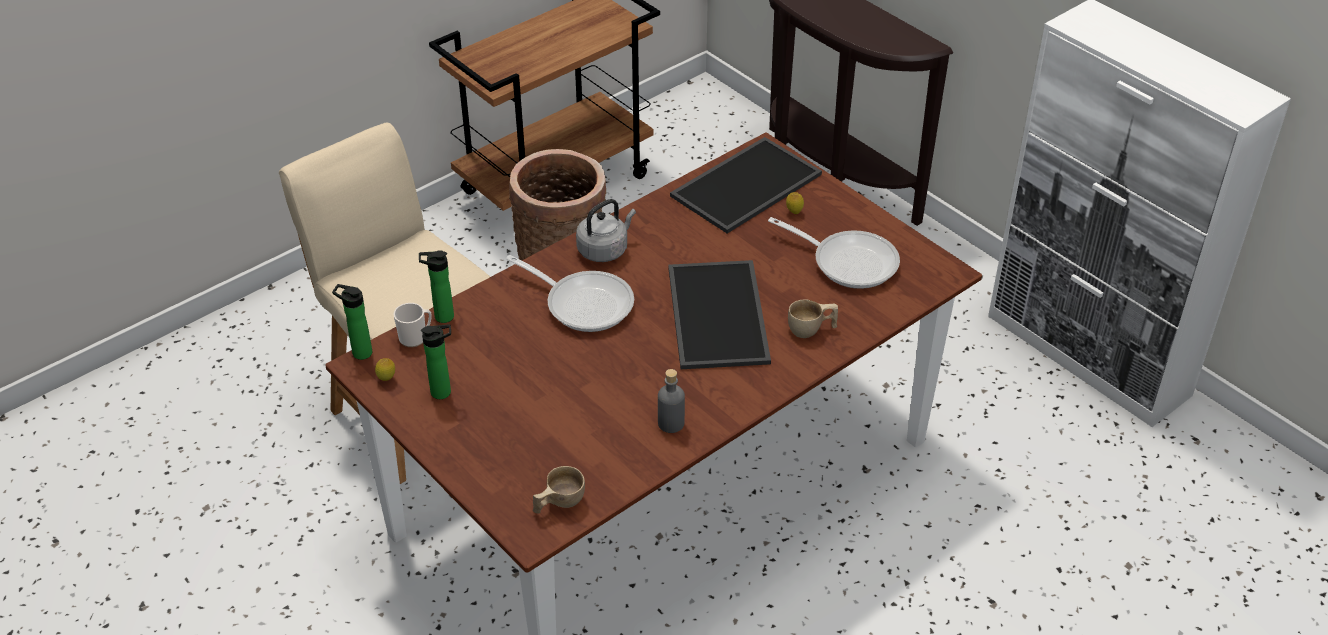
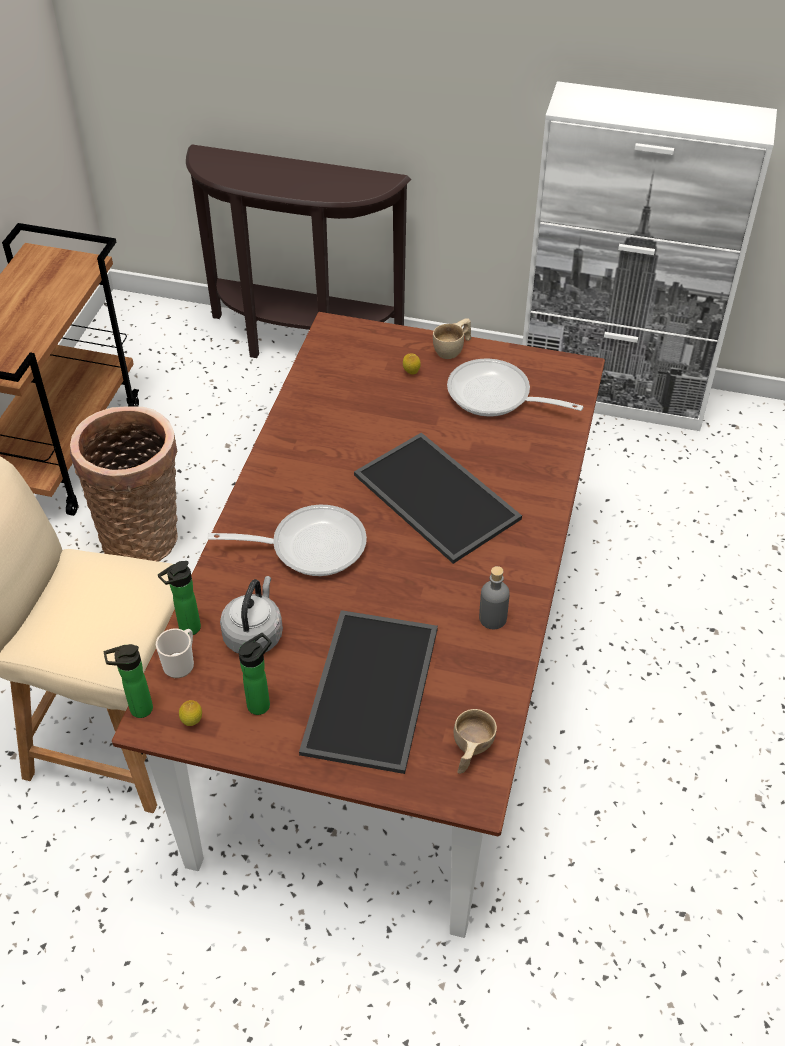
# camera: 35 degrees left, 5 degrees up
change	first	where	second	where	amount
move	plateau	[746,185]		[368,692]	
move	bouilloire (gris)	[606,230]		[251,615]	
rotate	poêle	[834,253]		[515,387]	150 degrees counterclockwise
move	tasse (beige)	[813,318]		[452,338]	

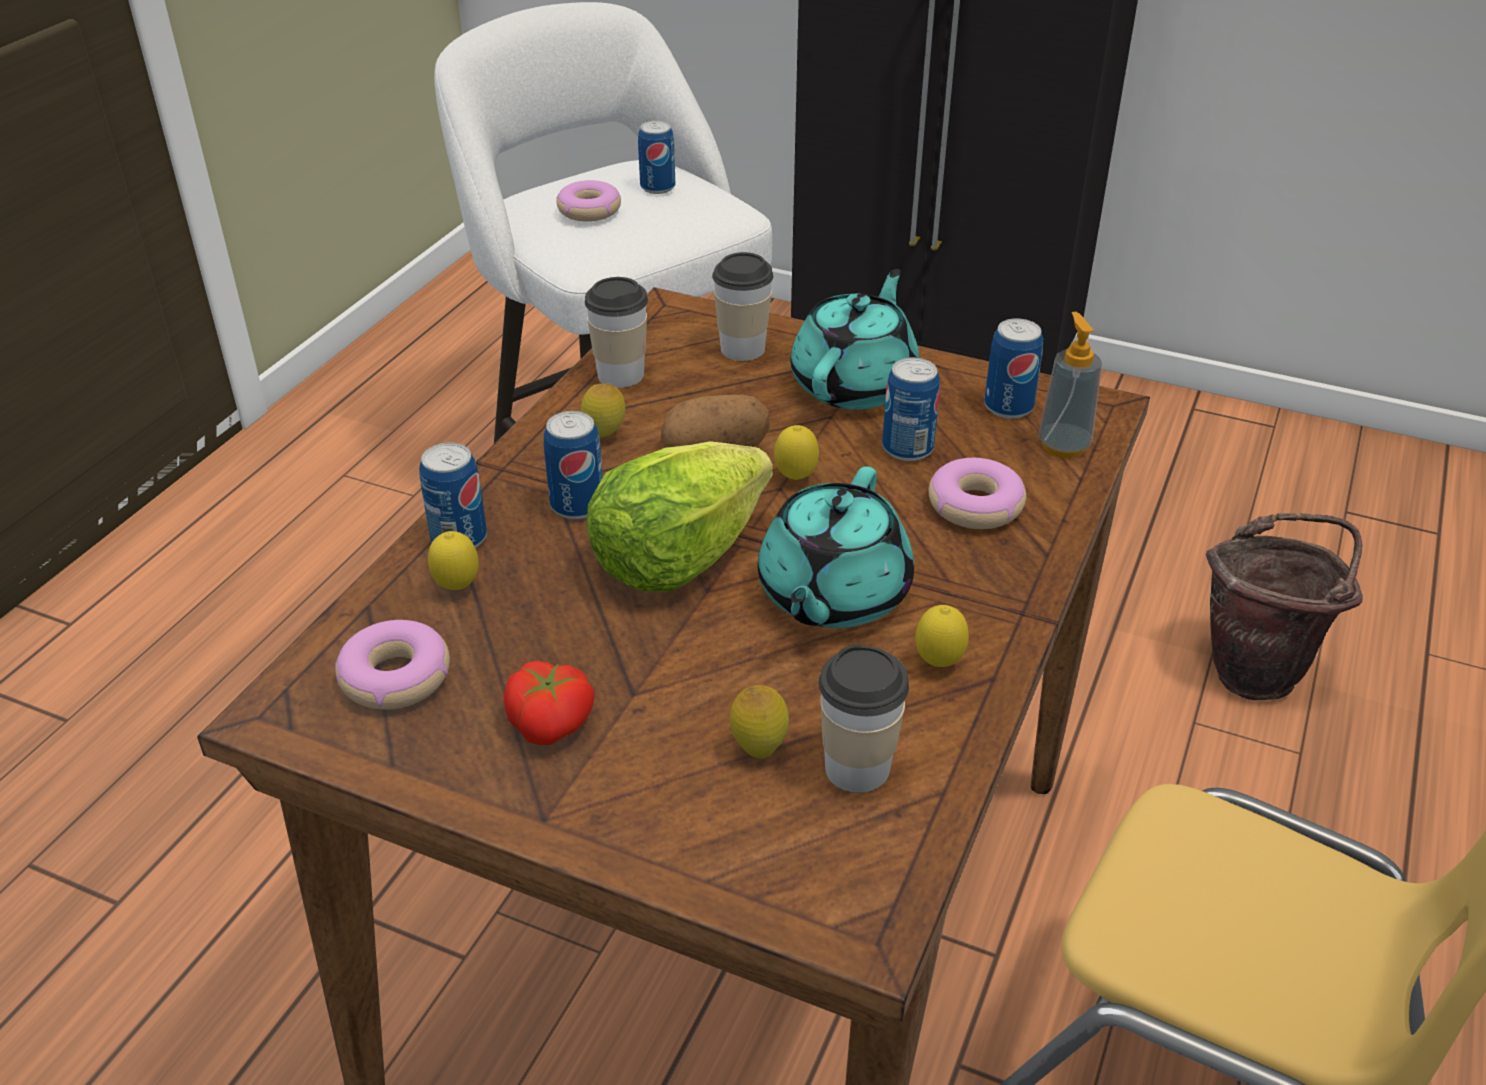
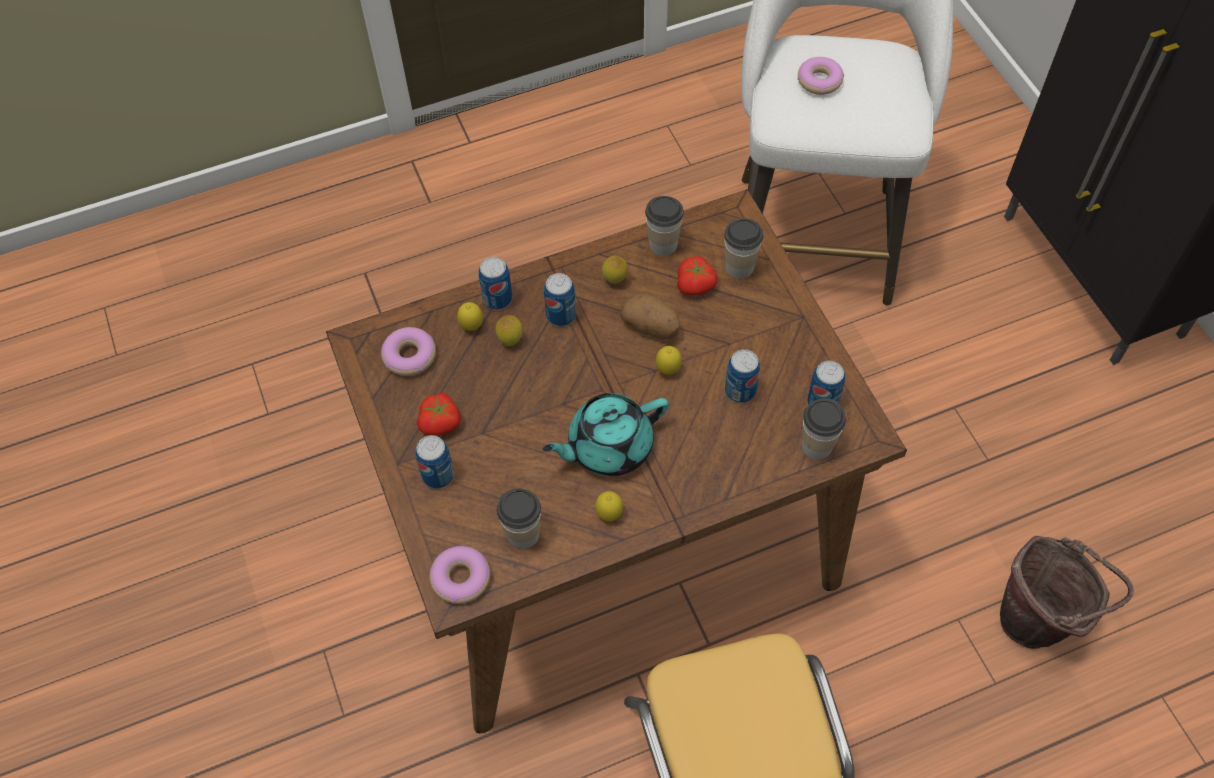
# camera: 45 degrees right, 20 degrees up
change	first	where	second	where	amount
move	boîte métallique	[656,157]		[434,462]	
delete	théière (turquoise)	[855,339]			
replace	distributeur de savon	[1070,385]	tasse	[824,429]	
delete	laitue	[680,516]			
move	beignet	[977,493]		[460,575]	
move	citron	[759,722]		[509,330]	
insert			tomate	[697,275]	

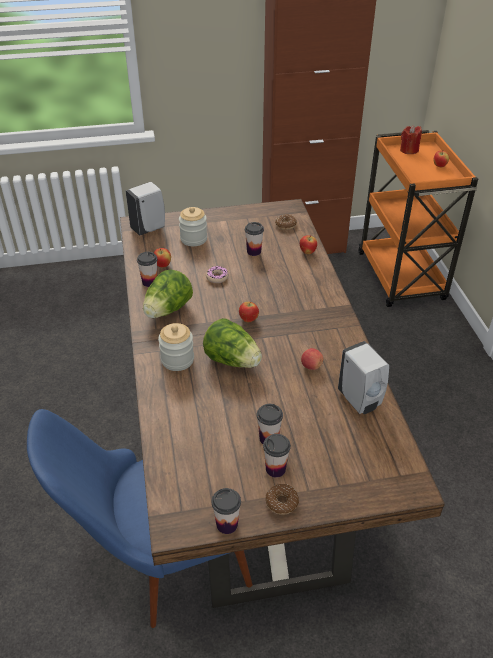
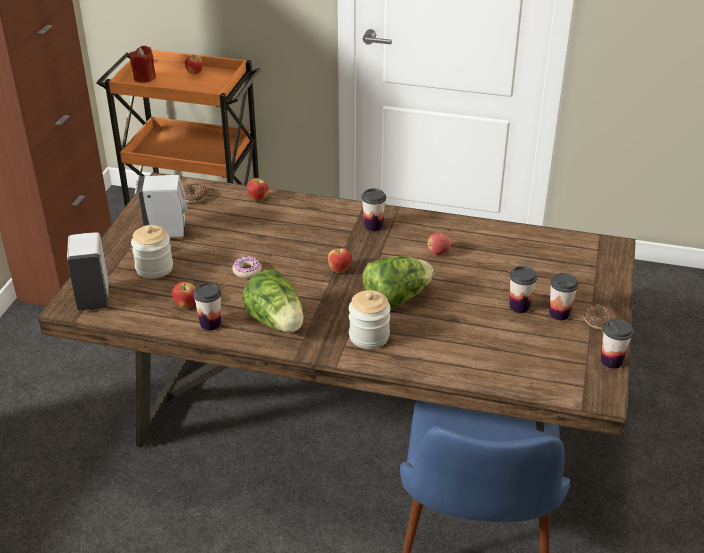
# camera: 65 degrees left, 5 degrees down
change	first	where	second	where	amount
move	tasse	[254,239]		[374,209]	
move	distributeur de savon (blanc)	[363,377]		[162,206]	

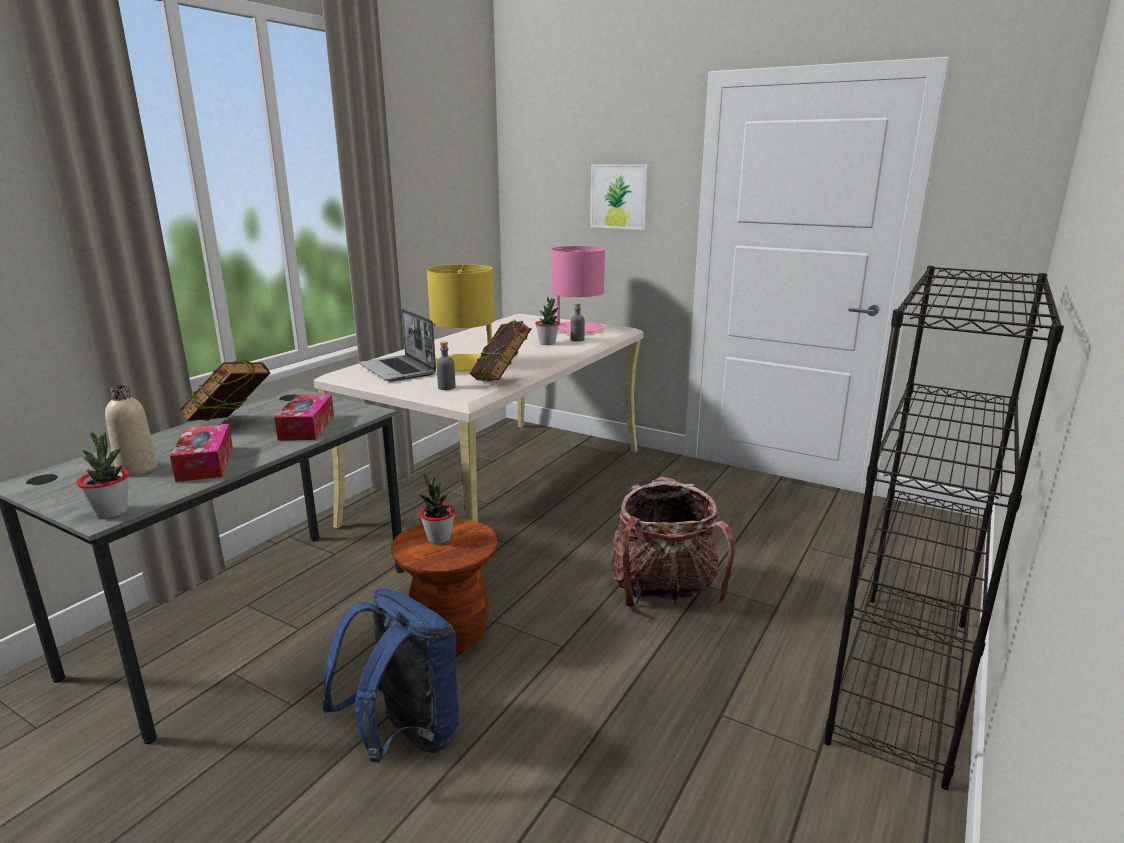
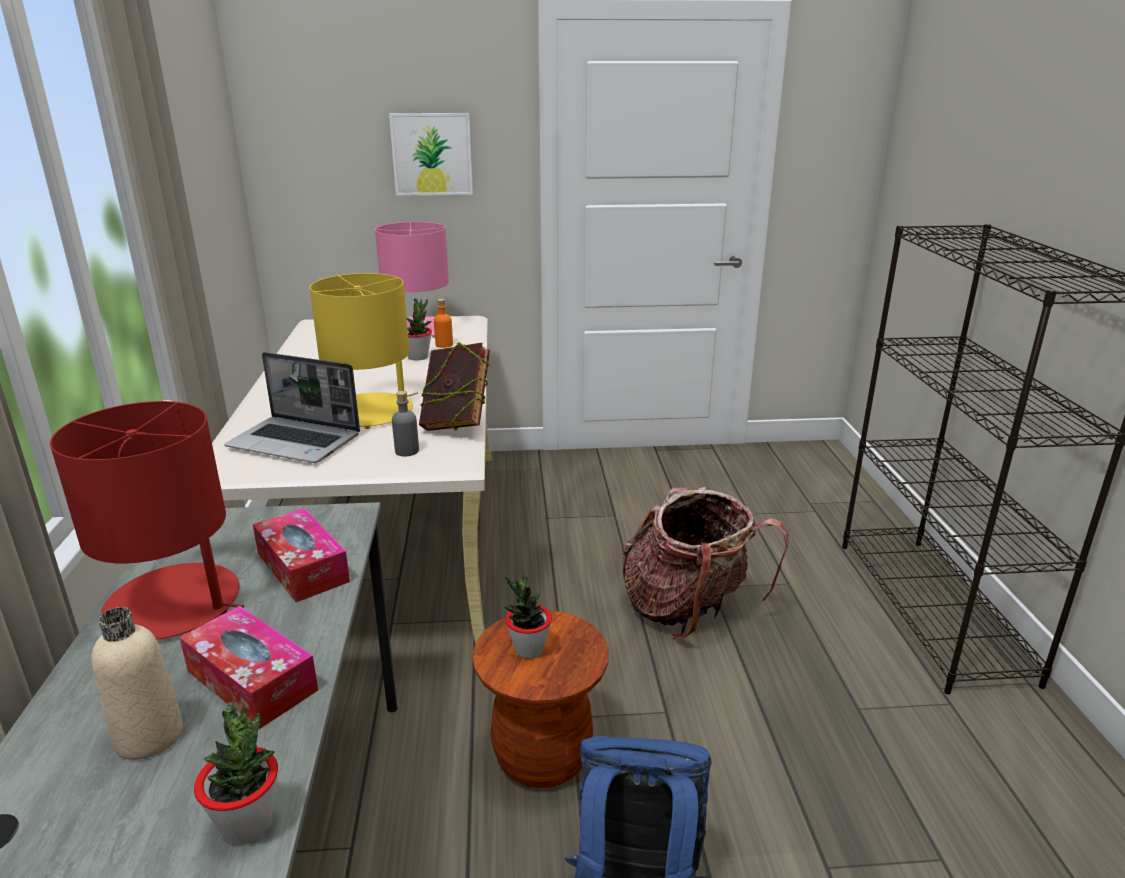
# camera: 35 degrees left, 5 degrees up
change	first	where	second	where	amount
recolor	bouteille (gris)	[578,322]	bouteille (orange)	[443,323]	
replace	livre	[225,390]	lampe de table (rouge)	[147,520]	

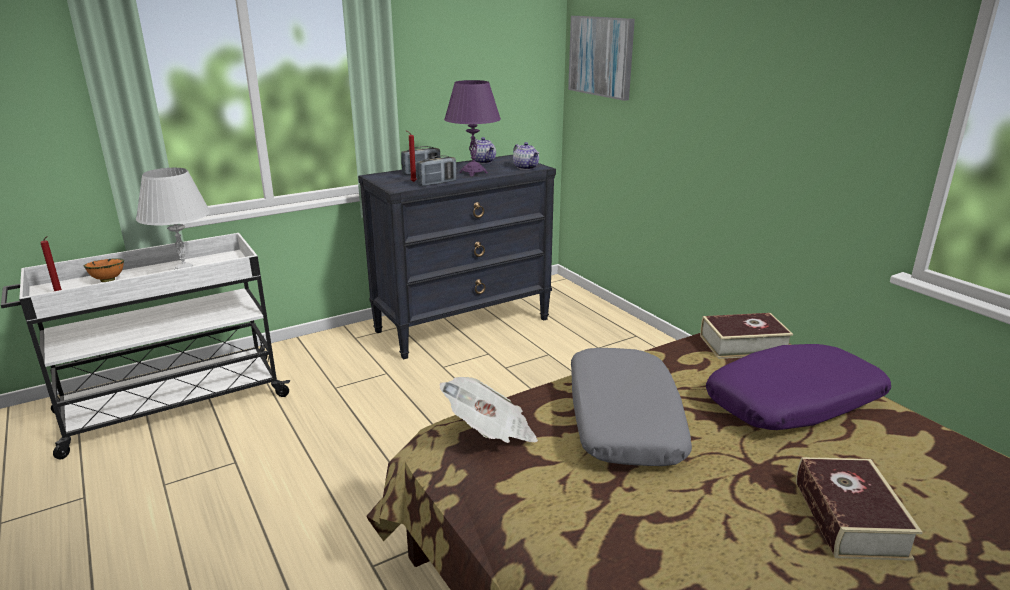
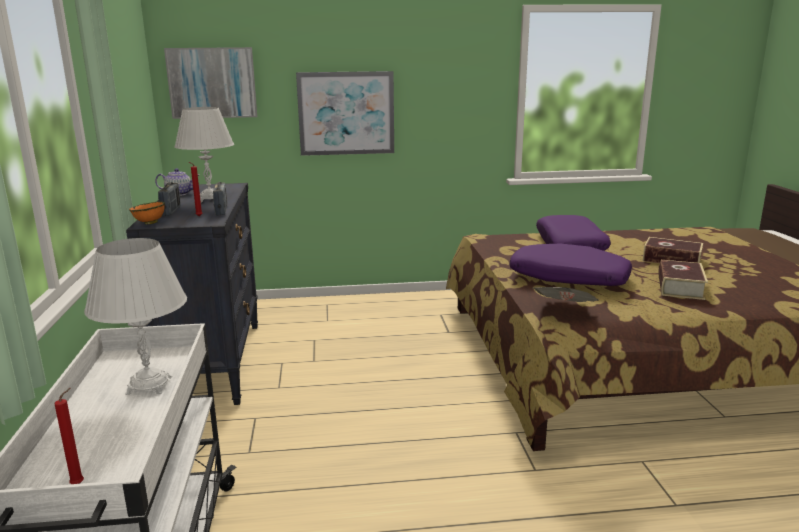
# camera: 65 degrees left, 5 degrees down
change	first	where	second	where	amount
recolor	lampe de table (violet)	[472,128]	lampe de table (blanc)	[204,154]	
delete	théière	[526,156]			
move	bol (orange)	[104,270]		[147,213]	
move	livre	[746,336]		[683,280]	
recolor	coussin (gris)	[631,407]	coussin (violet)	[571,265]	
insert			tableau	[345,113]	

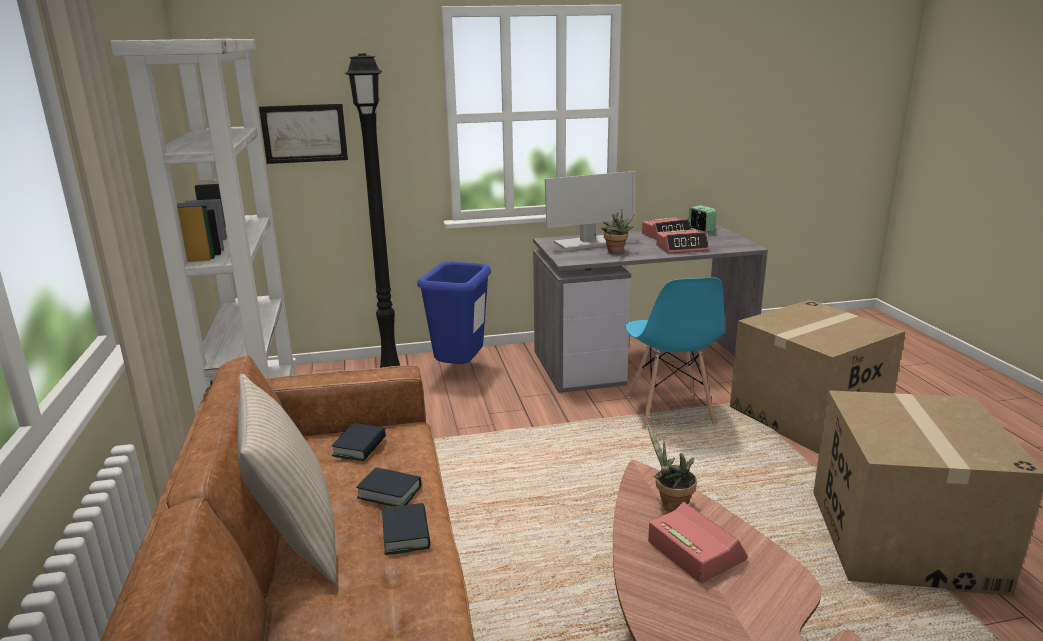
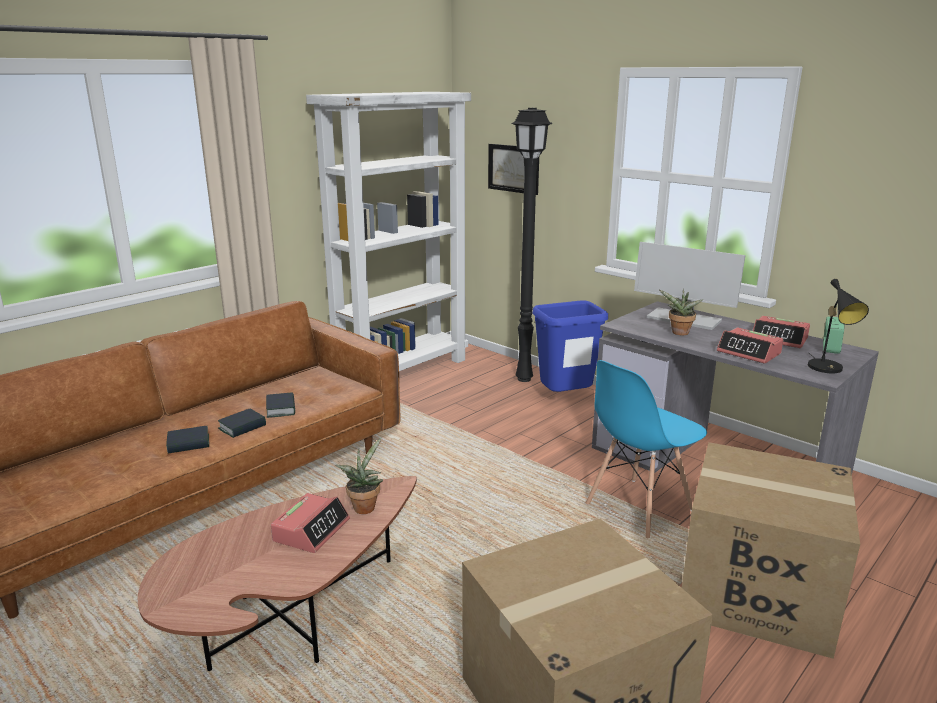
# camera: 55 degrees right, 0 degrees up
change	first	where	second	where	amount
delete	coussin (beige)	[286,478]			
move	livre	[359,442]		[187,440]	
insert			lampe de table (noir)	[838,326]	

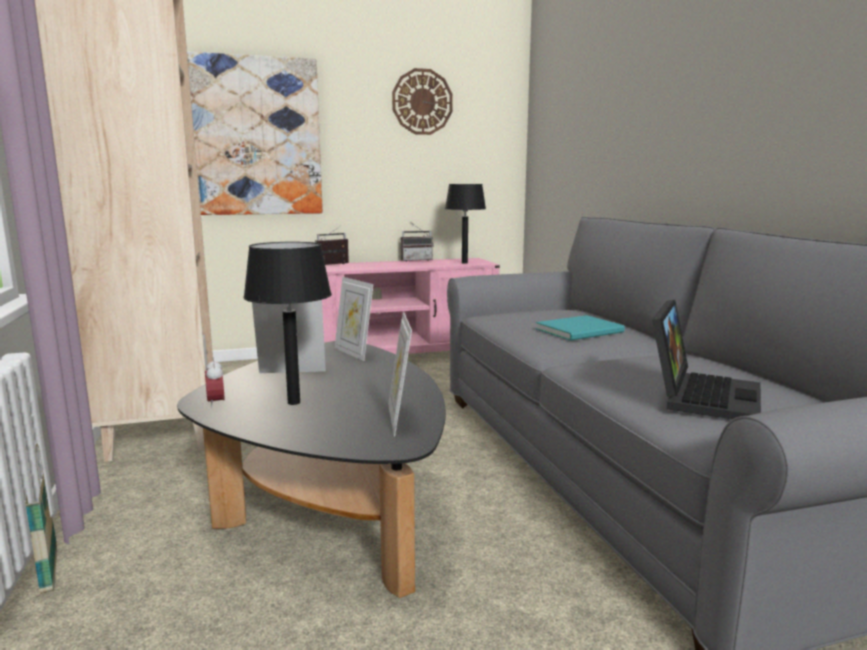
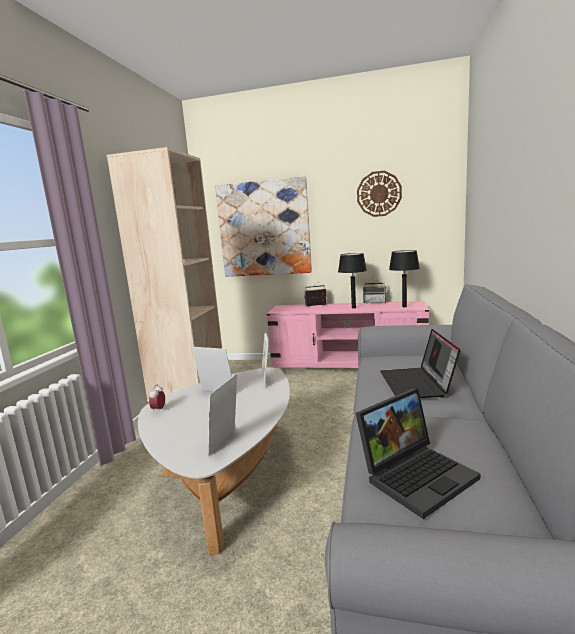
# camera: 30 degrees right, 0 degrees up
change	first	where	second	where	amount
move	lampe de table (noir)	[287,323]		[352,280]	
replace	livre (turquoise)	[580,328]	ordinateur portable	[420,363]	
recolor	table basse (noir)	[311,469]	table basse (blanc)	[214,461]	
delete	panier	[41,518]			

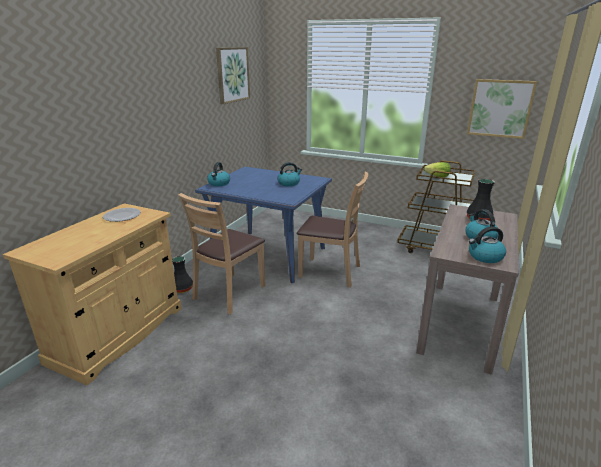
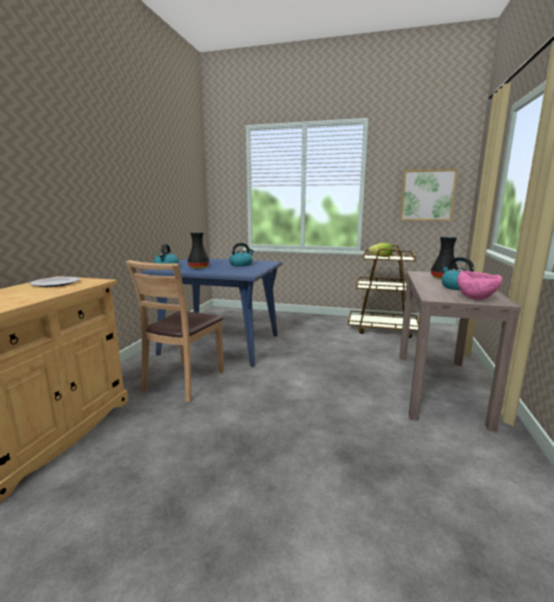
# camera: 10 degrees left, 10 degrees down
change	first	where	second	where	amount
delete	tableau	[233,75]			
delete	chaise (marron)	[332,230]			
replace	bouilloire	[487,244]	bol (rose)	[479,285]	
move	vase (noir)	[182,274]		[198,250]	

